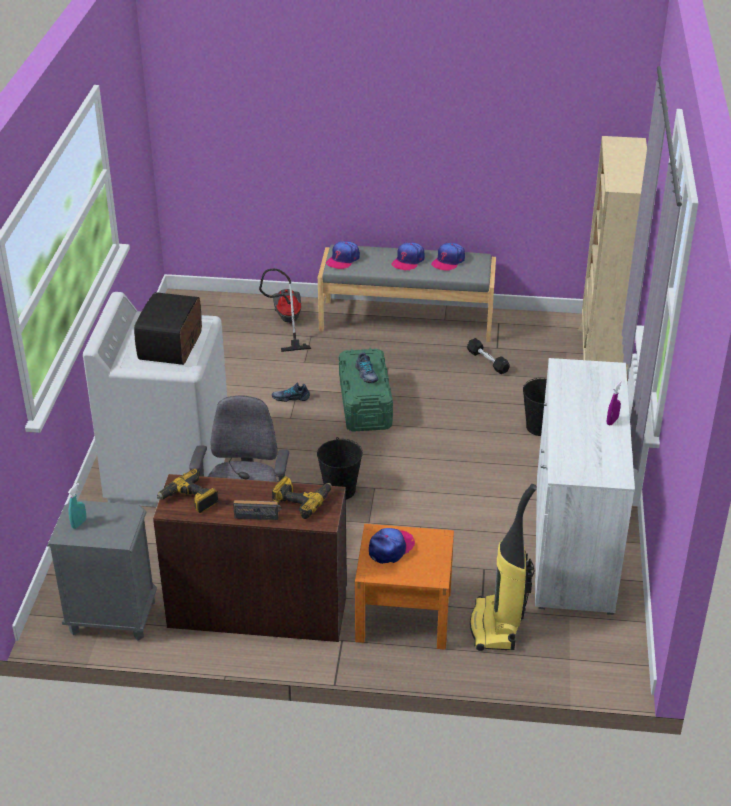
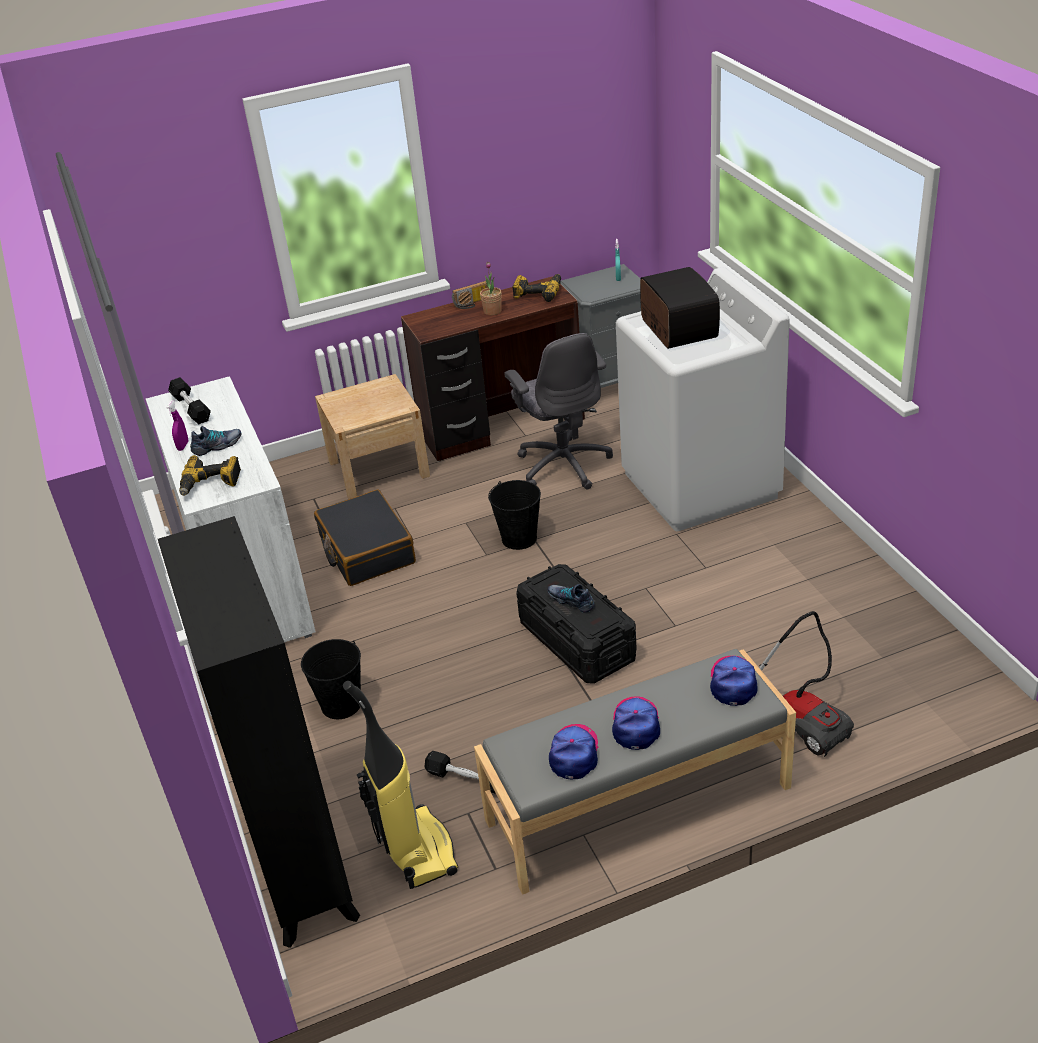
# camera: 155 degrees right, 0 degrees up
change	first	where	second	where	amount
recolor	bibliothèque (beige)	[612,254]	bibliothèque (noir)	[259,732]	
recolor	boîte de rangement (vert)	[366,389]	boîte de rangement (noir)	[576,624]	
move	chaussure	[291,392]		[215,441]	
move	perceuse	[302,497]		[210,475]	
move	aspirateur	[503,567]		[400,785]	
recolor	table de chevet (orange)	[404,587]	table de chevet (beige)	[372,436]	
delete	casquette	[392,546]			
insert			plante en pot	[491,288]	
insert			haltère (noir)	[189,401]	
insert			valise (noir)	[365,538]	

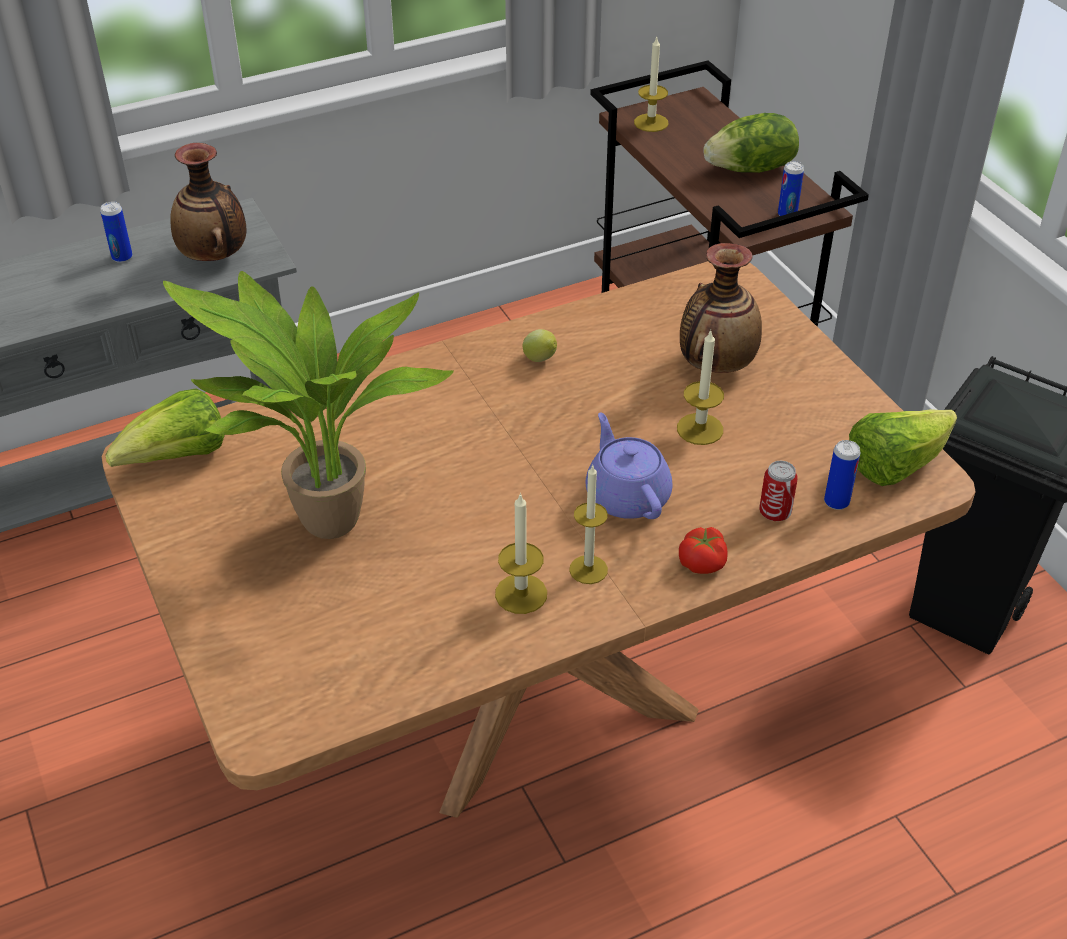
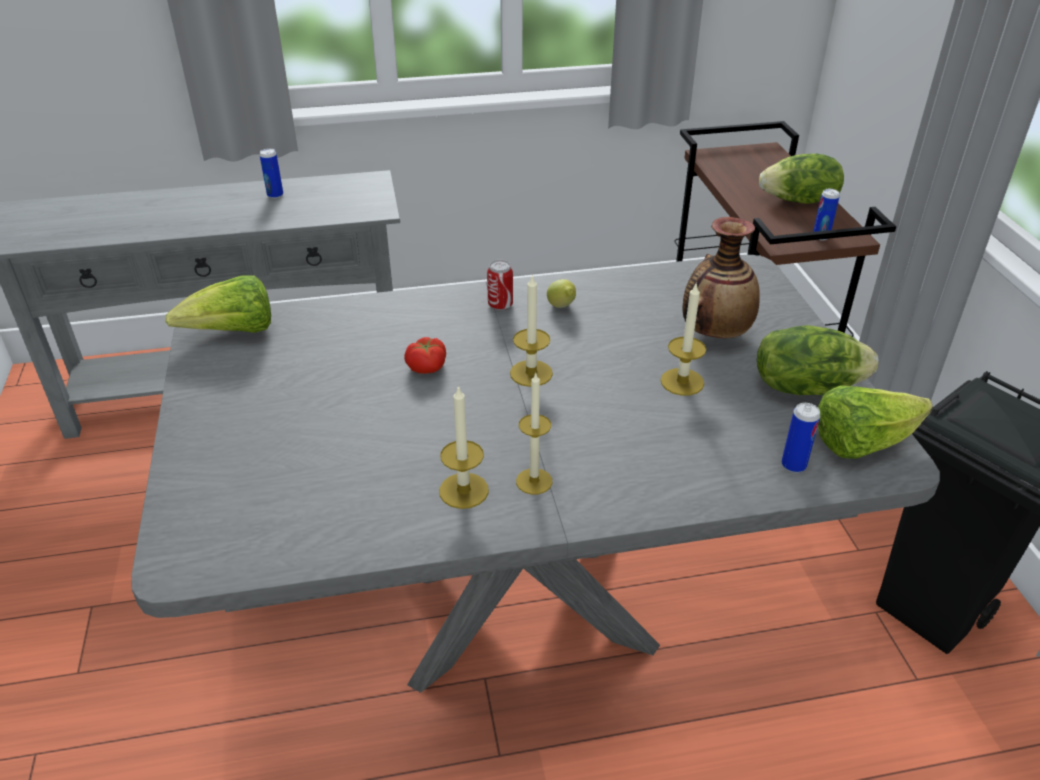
# camera: 15 degrees right, 5 degrees down
change	first	where	second	where	amount
move	bougie	[651,84]		[531,330]	
delete	vase	[208,202]			
recolor	table à manger (marron)	[538,539]	table à manger (gris)	[535,474]	
delete	plante en pot	[308,405]			
delete	théière (violet)	[629,465]			
move	boîte métallique	[778,491]		[500,285]	
move	tomate	[703,550]		[425,355]	
insert			laitue	[818,360]	

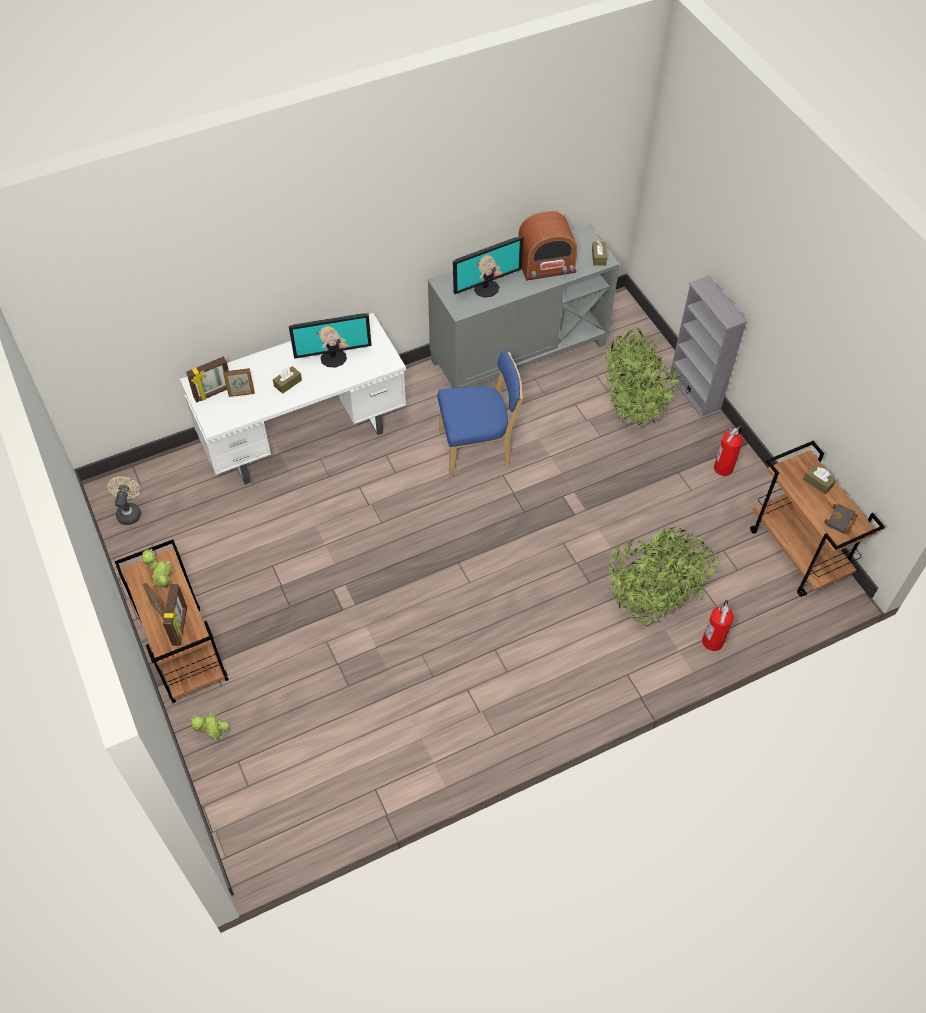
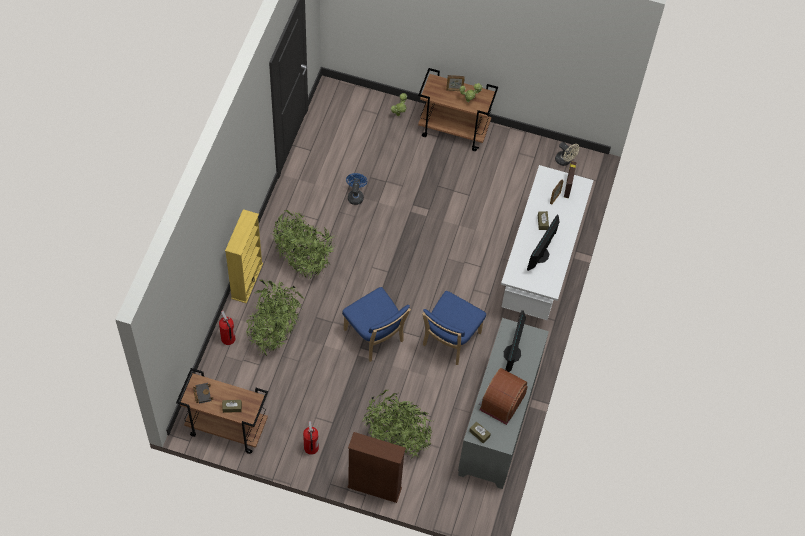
# camera: 130 degrees right, 5 degrees up
change	first	where	second	where	amount
recolor	bibliothèque (gris)	[708,347]	bibliothèque (marron)	[376,467]	
delete	cadre photo	[175,615]			
insert			ventilateur (bleu)	[356,189]	
insert			bibliothèque (jaune)	[244,256]	
insert			plante en pot	[301,244]	
insert			chaise (bleu)	[376,324]	

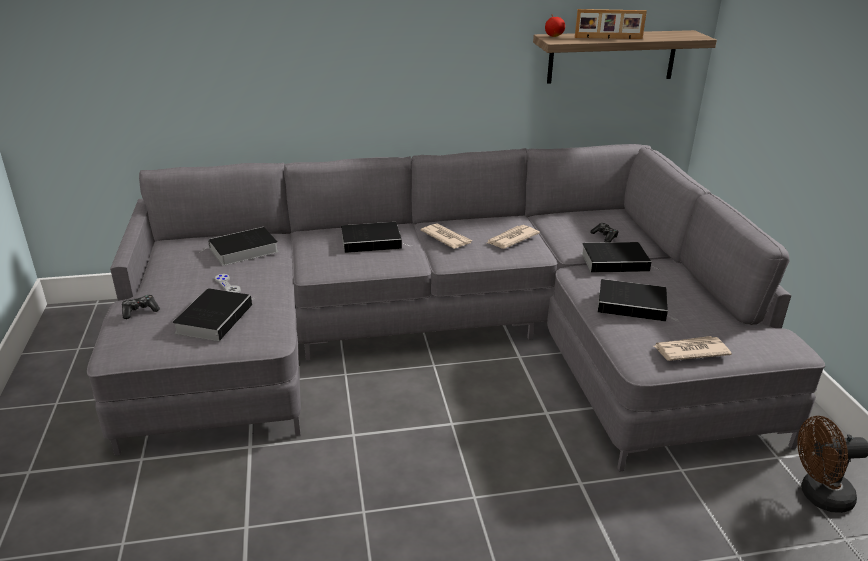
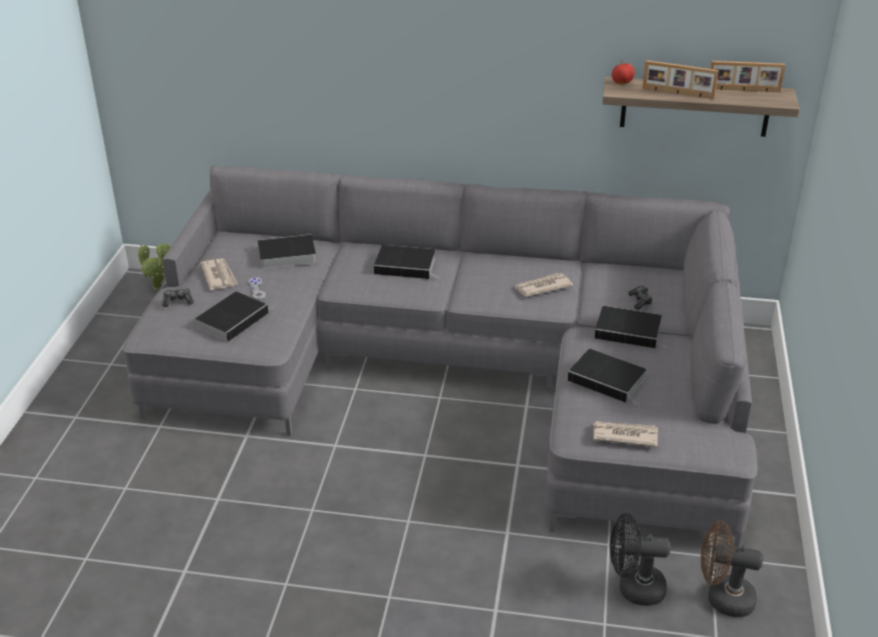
# camera: 20 degrees right, 5 degrees up
change	first	where	second	where	amount
move	journal	[447,236]		[219,274]	
insert			cadre photo	[747,76]	
insert			plante en pot	[154,266]	
insert			ventilateur (noir)	[640,559]	

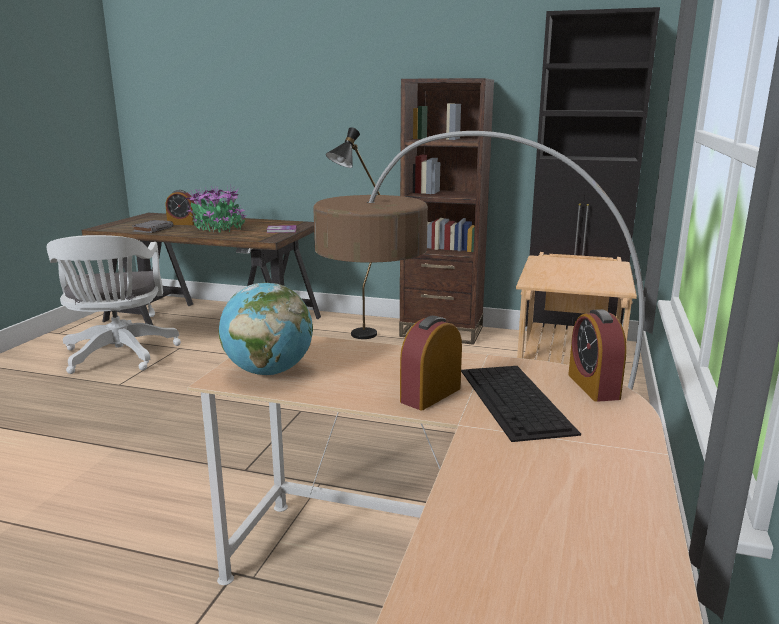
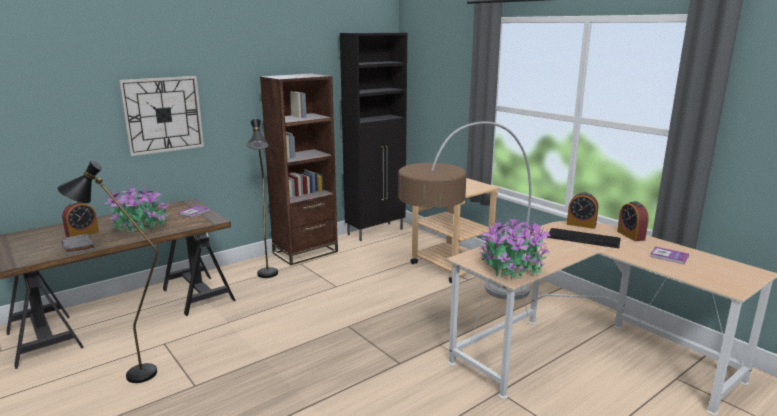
# camera: 55 degrees left, 0 degrees up
change	first	where	second	where	amount
replace	chaise de bureau (blanc)	[114,304]	lampadaire (noir)	[108,271]	
replace	globe	[266,329]	plante en pot	[515,246]	
move	réveil	[431,363]		[633,221]	
insert			horloge murale	[161,116]	
insert			livre	[669,255]	

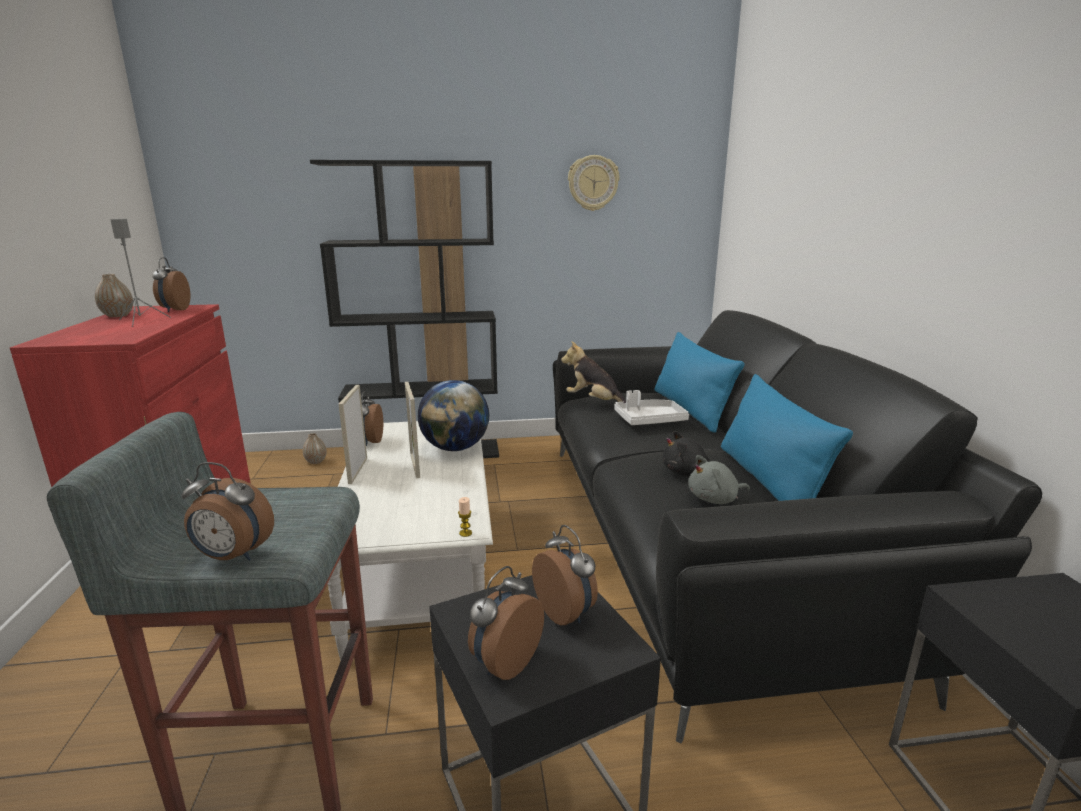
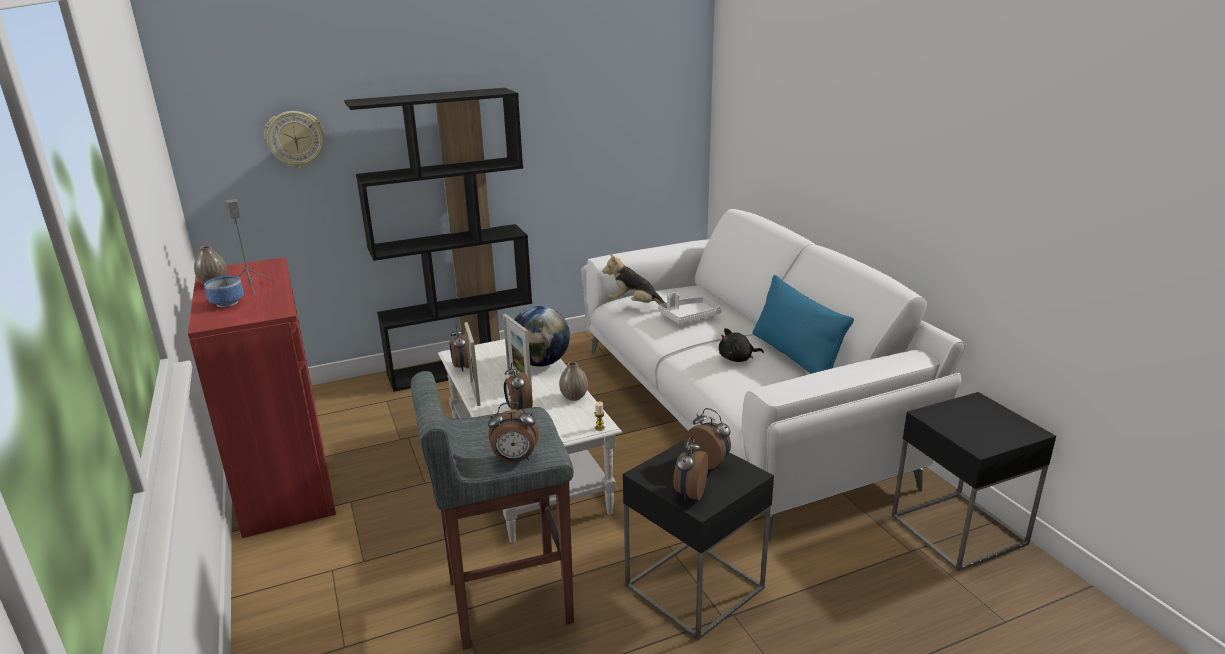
# camera: 15 degrees left, 5 degrees up
change	first	where	second	where	amount
move	horloge murale	[594,183]		[294,139]	
move	réveil	[171,284]		[518,386]	
recolor	canapé (noir)	[797,527]	canapé (blanc)	[773,375]	
delete	coussin (bleu)	[699,382]			
move	vase	[315,448]		[573,381]	
delete	peluche (gris)	[719,479]			
insert			bol	[224,291]	

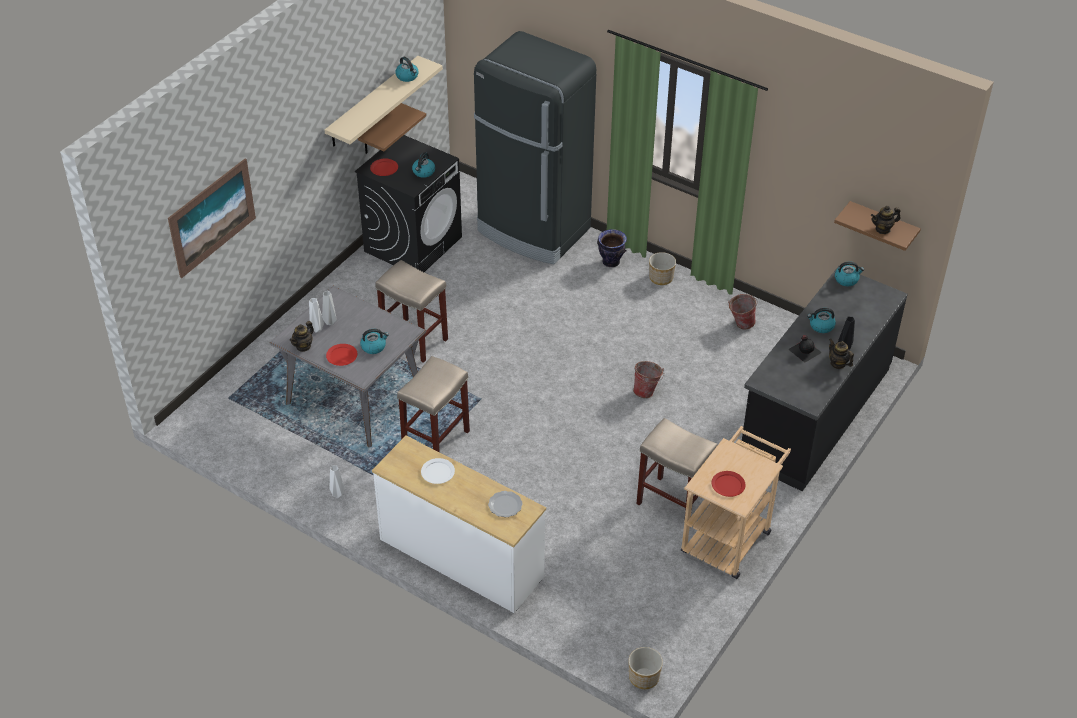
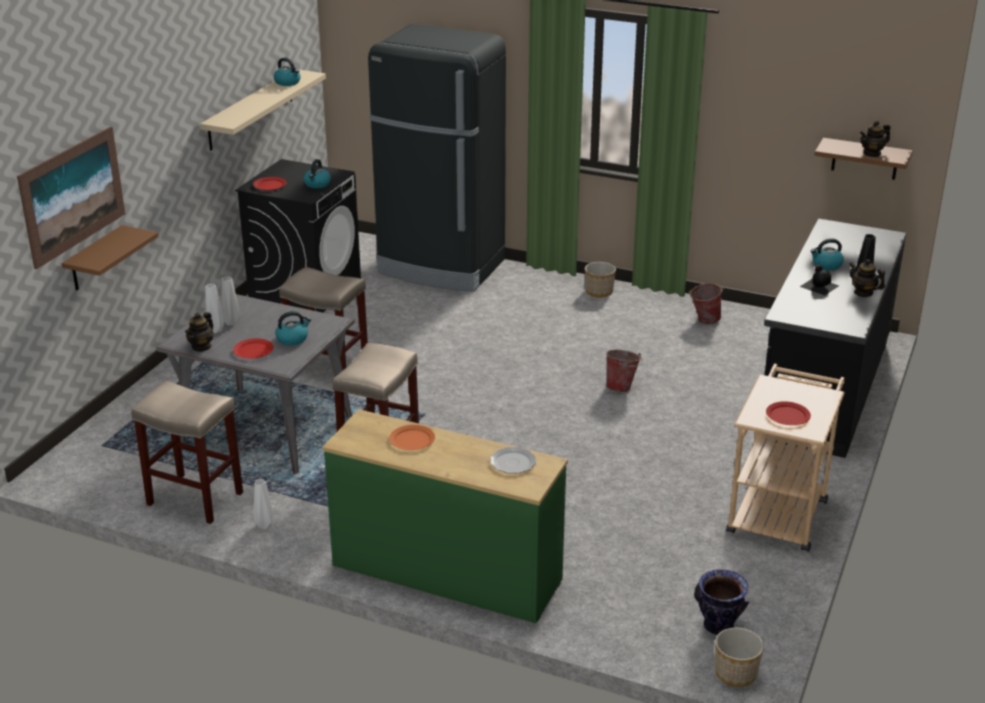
# camera: 10 degrees left, 15 degrees down
change	first	where	second	where	amount
move	étagère (marron)	[392,128]		[110,257]	
move	vase	[612,248]		[721,602]	
delete	bouilloire	[849,273]			
move	tabouret (beige)	[677,465]		[187,452]	
recolor	commode (blanc)	[459,524]	commode (vert)	[445,516]	
recolor	assiette (blanc)	[438,471]	assiette (orange)	[412,437]	

